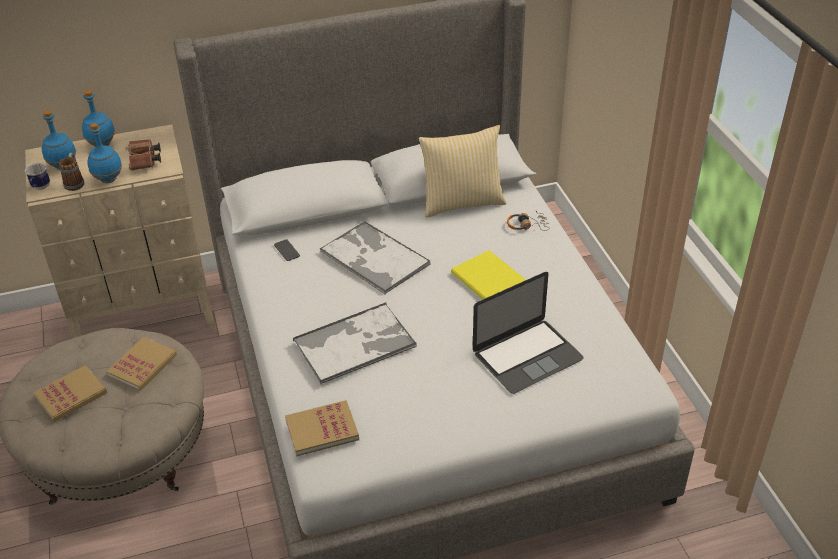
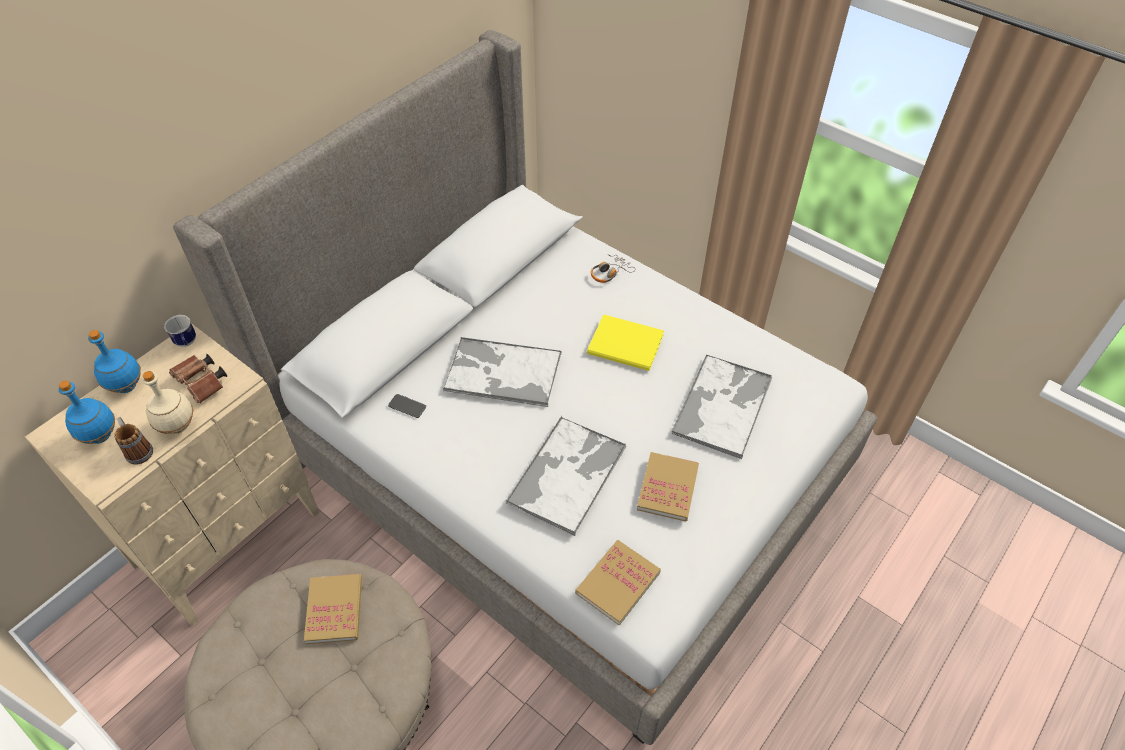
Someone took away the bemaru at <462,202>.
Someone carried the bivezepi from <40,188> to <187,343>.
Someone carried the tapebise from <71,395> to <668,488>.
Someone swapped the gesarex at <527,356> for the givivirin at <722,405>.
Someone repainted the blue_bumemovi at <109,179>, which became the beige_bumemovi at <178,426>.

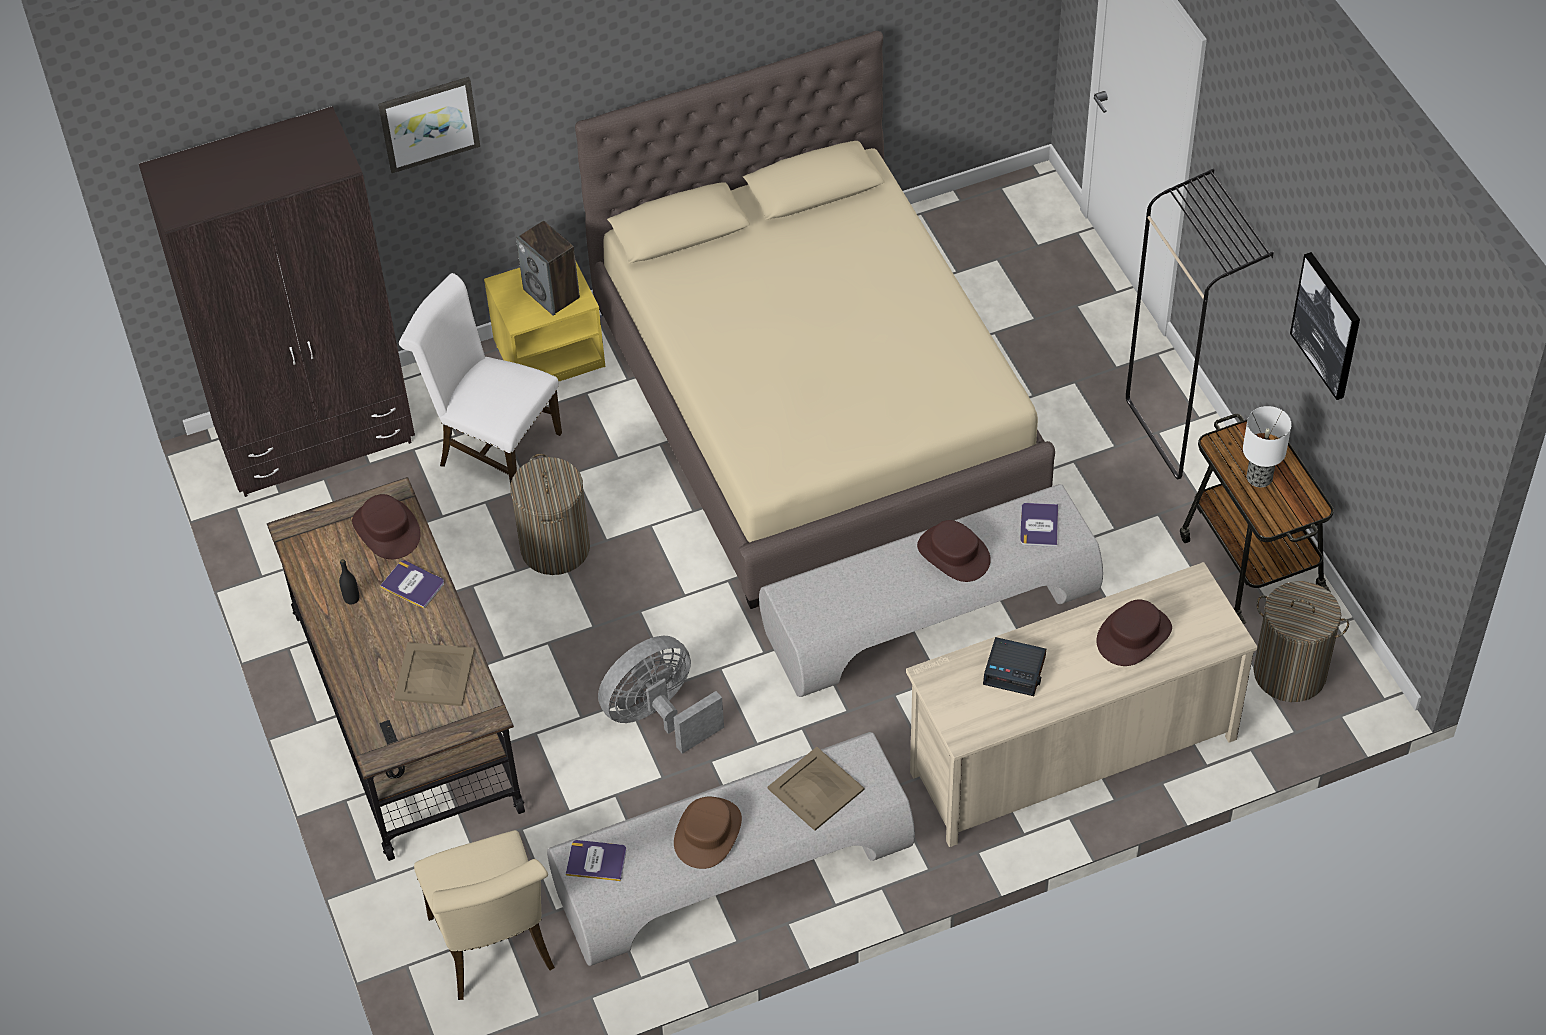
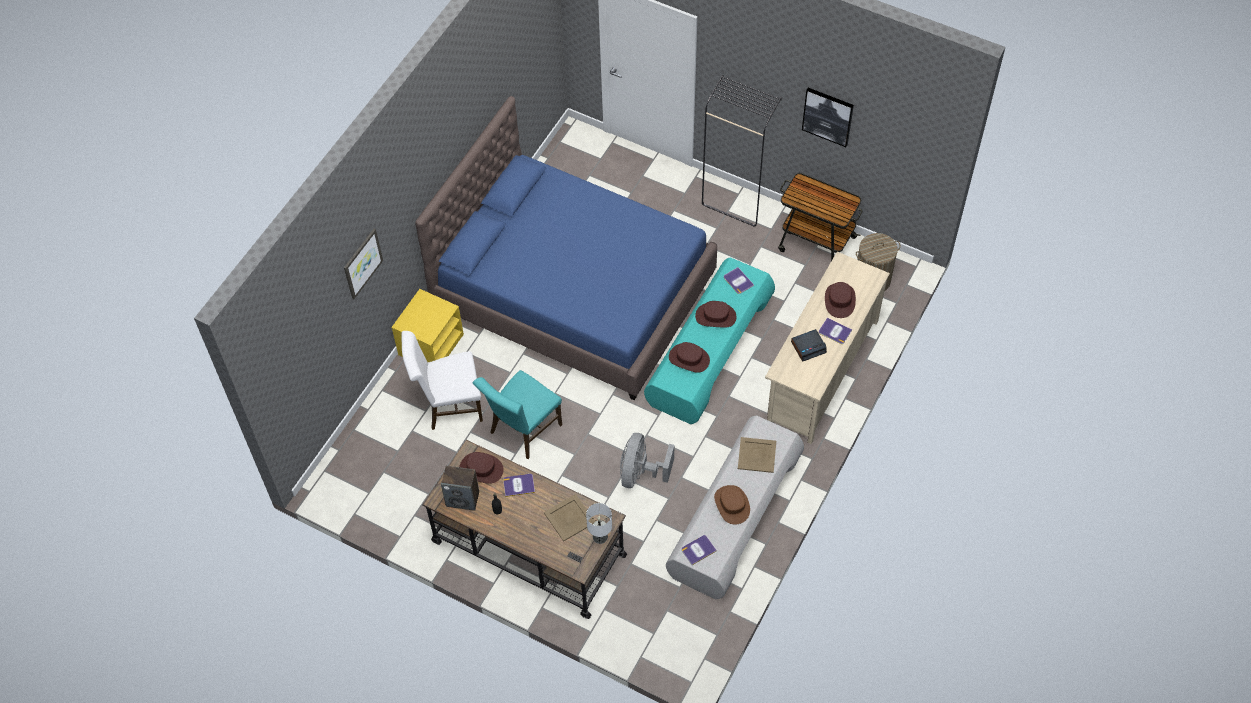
Someone took away the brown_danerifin at <317,438>.
Someone took away the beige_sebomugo at <495,949>.
Someone put down the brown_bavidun at <689,358>.
Someone put down the tapebise at <834,331>.
Someone carried the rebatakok from <552,294> to <463,499>.
Someone carried the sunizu from <1258,477> to <600,537>.
Someone swapped the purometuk at <555,548> for the turquoise_sebomugo at <522,431>.
Someone repainted the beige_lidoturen at <816,404>, which became the blue_lidoturen at <574,291>.
Someone repainted the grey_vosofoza at <930,612>, which became the turquoise_vosofoza at <709,350>.

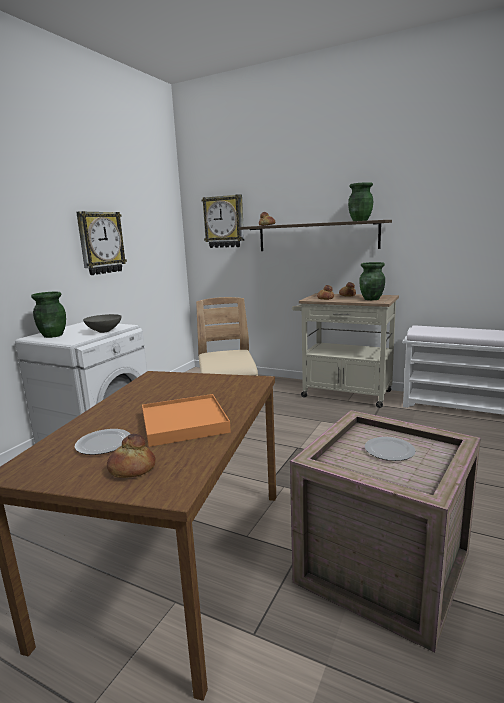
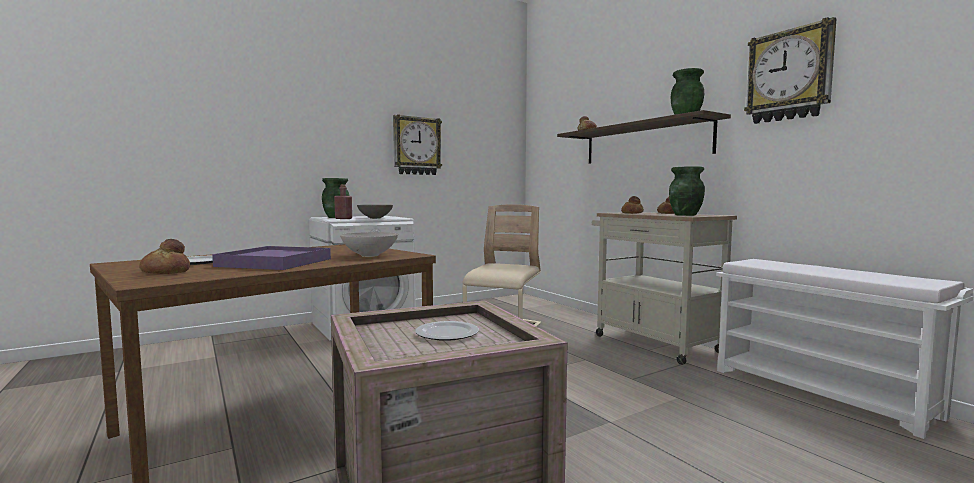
Someone put down the red_bumemovi at <343,218>.
Someone put down the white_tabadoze at <369,255>.
Someone carried the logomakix from <224,222> to <789,75>.
Someone repainted the orange_givivirin at <184,423>, which became the purple_givivirin at <275,262>.

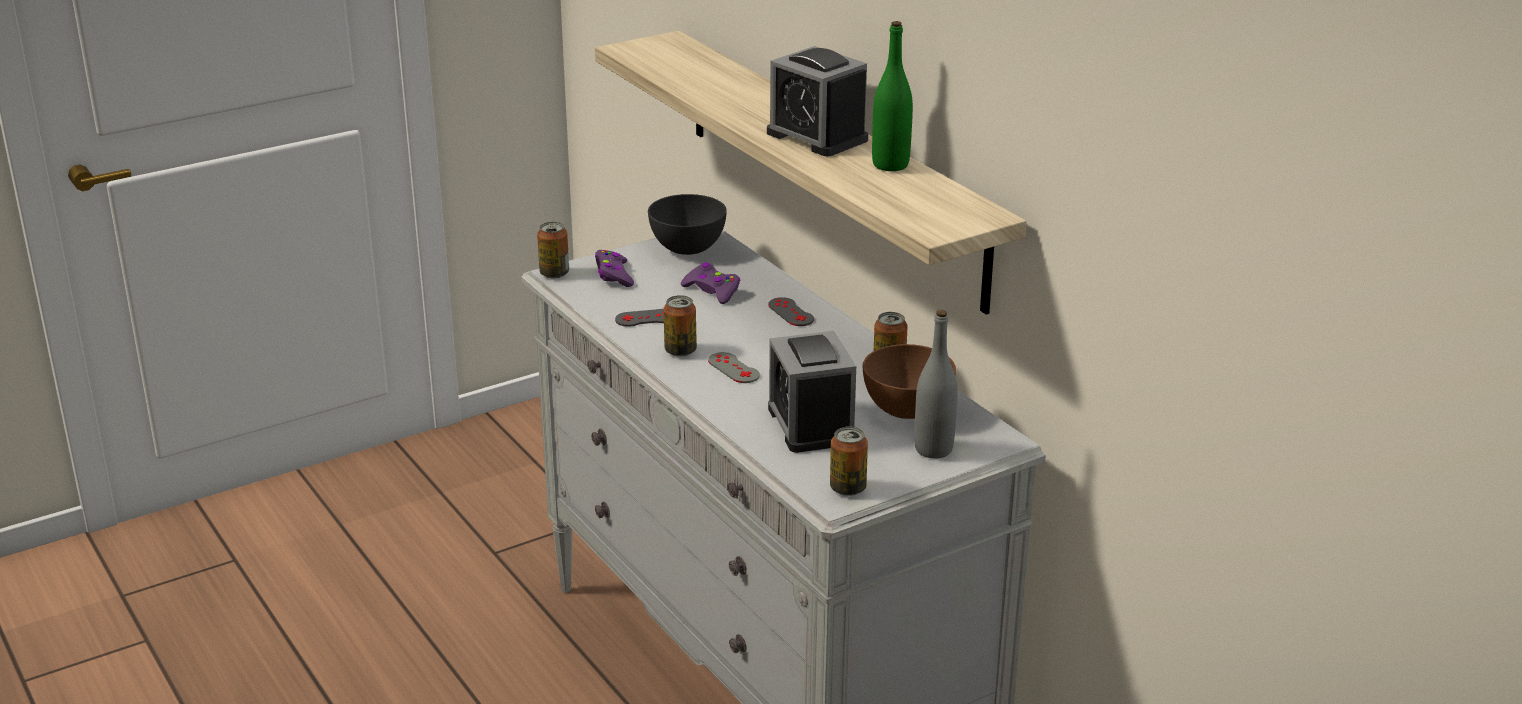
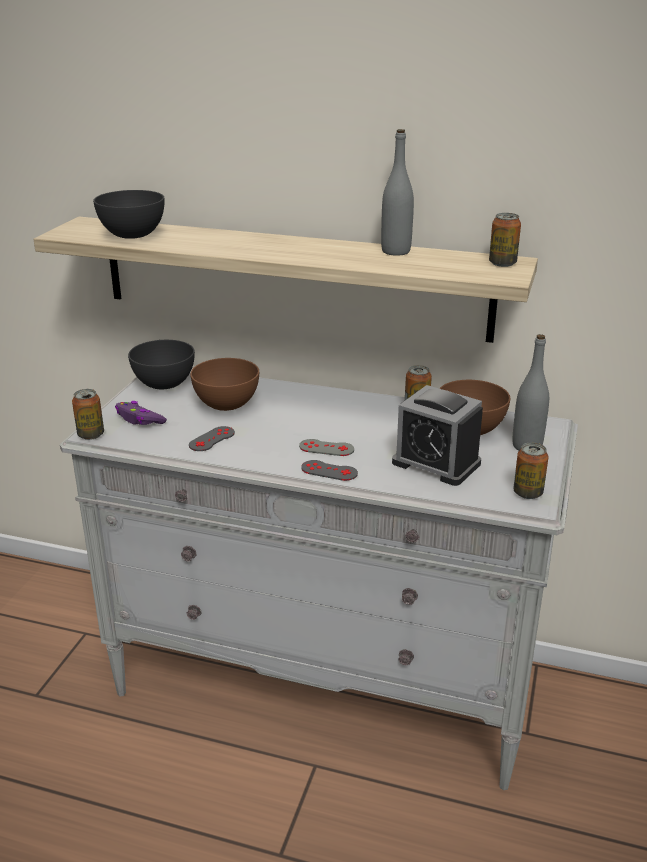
Someone took away the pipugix at <817,136>.
Someone put down the grey_tabadoze at <132,235>.
Someone carried the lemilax from <680,351> to <502,263>.
Someone carried the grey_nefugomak from <791,312> to <329,471>.
Someone swapped the purple_nefugomak at <712,290> for the brown_tabadoze at <227,404>.
Someone repainted the green_bumemovi at <890,165>, which became the grey_bumemovi at <395,251>.

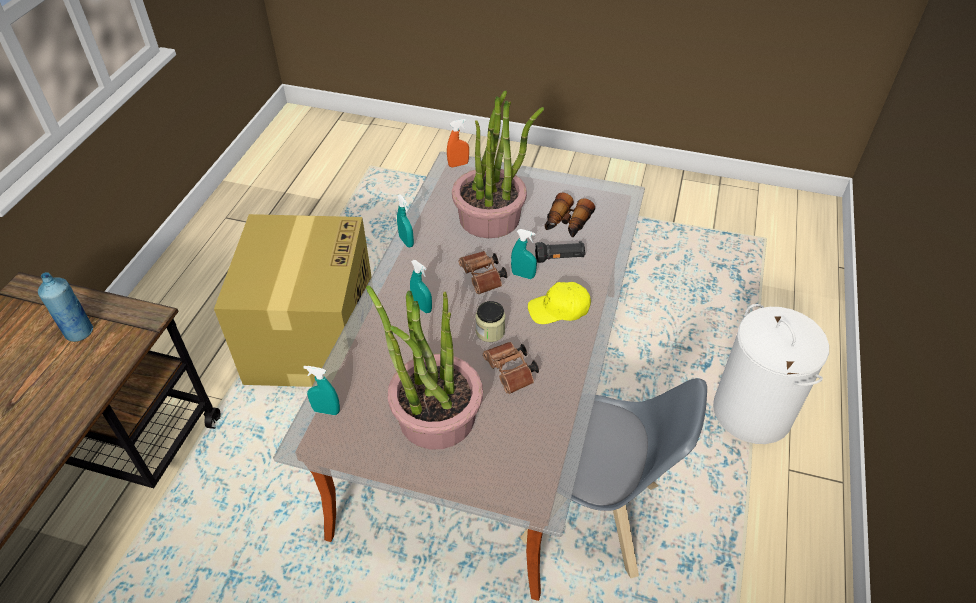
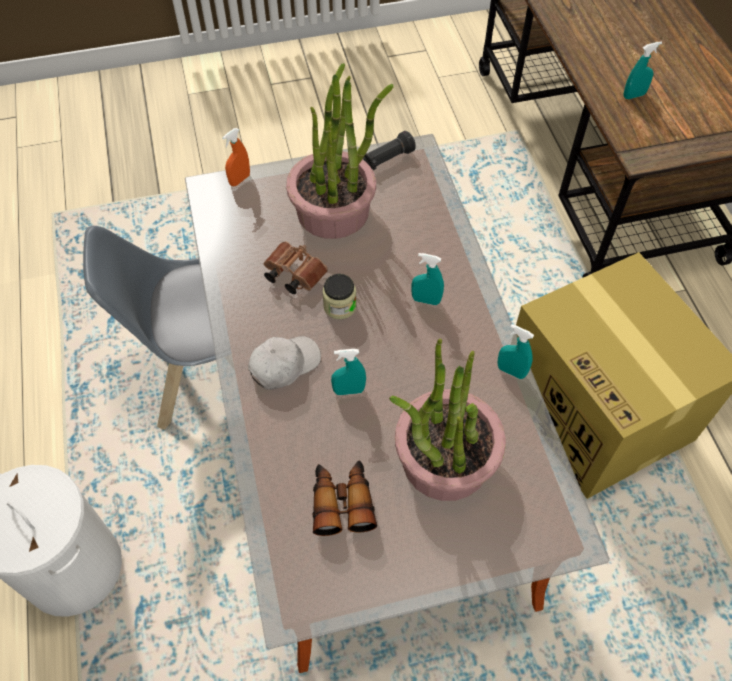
Someone took away the blue_bumemovi at <79,332>.
Someone took away the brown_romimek at <483,279>.
Someone carried the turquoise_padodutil from <326,411> to <634,95>.
Someone carried the orange_padodutil from <458,164> to <239,180>.
Someone carried the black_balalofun from <559,258> to <388,159>.
Someone repainted the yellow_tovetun at <559,309>, which became the white_tovetun at <284,365>.

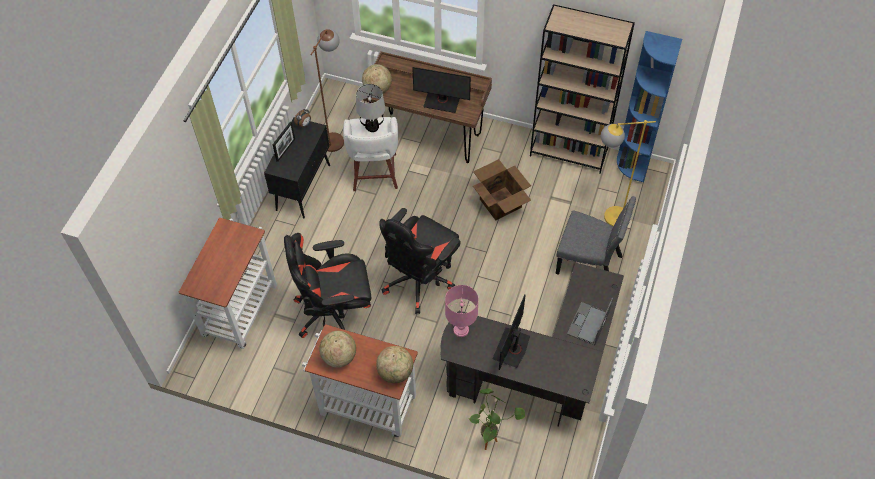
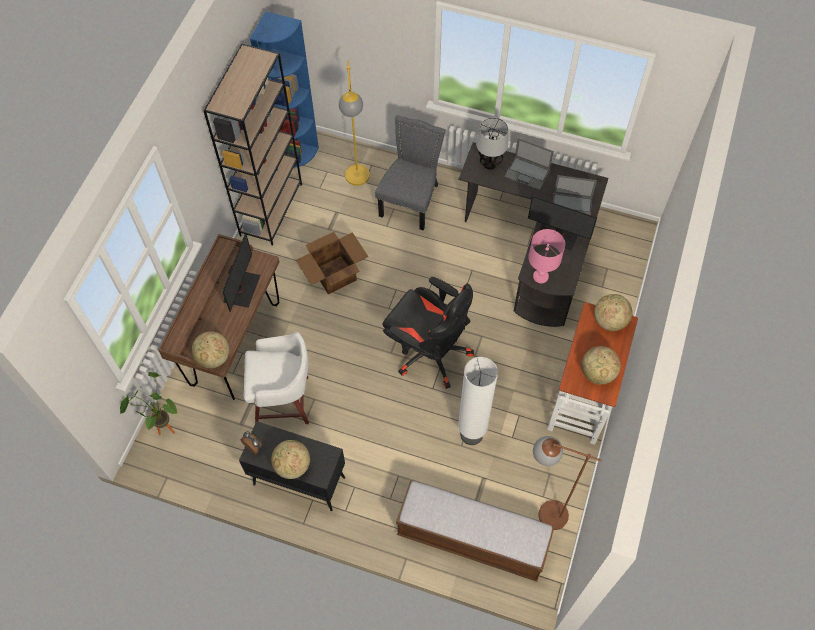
Someone put down the gesarex at <572,207>.
Someone carried the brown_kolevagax from <335,136> to <542,511>.
Someone carried the sunizu from <372,127> to <490,164>.
Someone carried the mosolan from <490,438> to <163,427>.
Someone swapped the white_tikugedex at <241,310> for the vosofoza at <471,539>.
Someone swapped the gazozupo at <285,150> for the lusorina at <292,465>.
Someone swapped the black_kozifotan at <336,311> for the white_kolevagax at <471,434>.

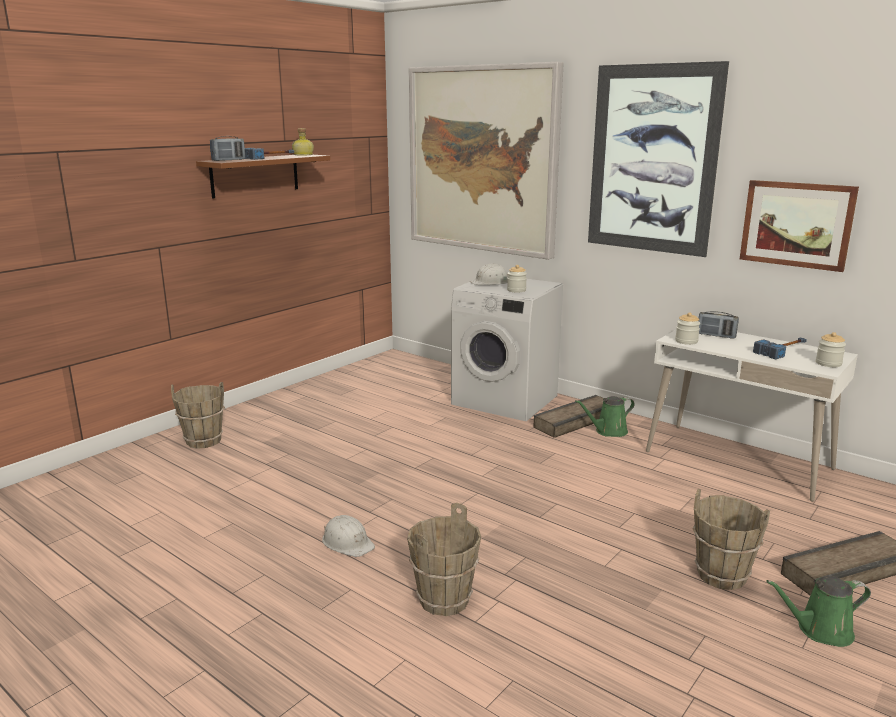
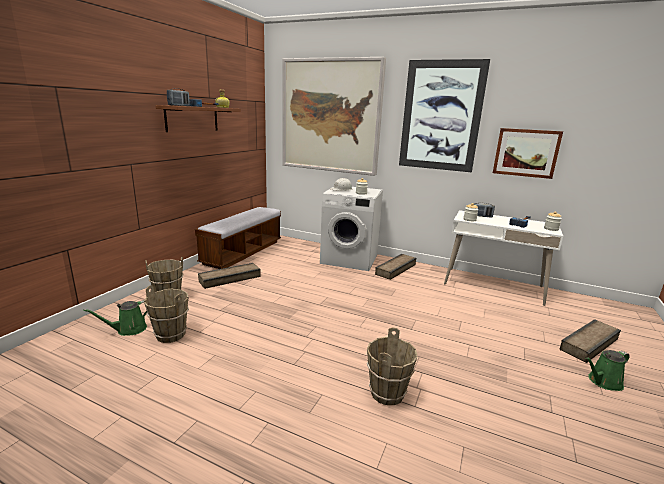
Someone took away the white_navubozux at <347,542>.
Someone put down the vosofoza at <243,252>.
Someone put down the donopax at <230,279>.
Someone carried the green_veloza from <608,431> to <129,330>.
Someone carried the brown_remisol from <721,575> to <171,334>.

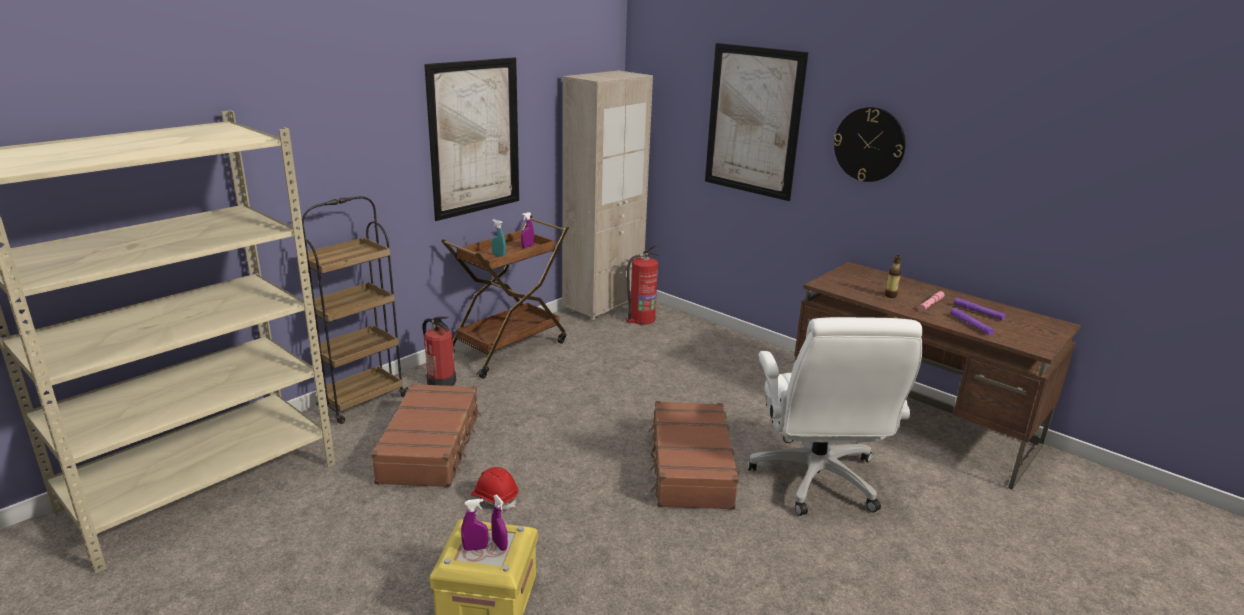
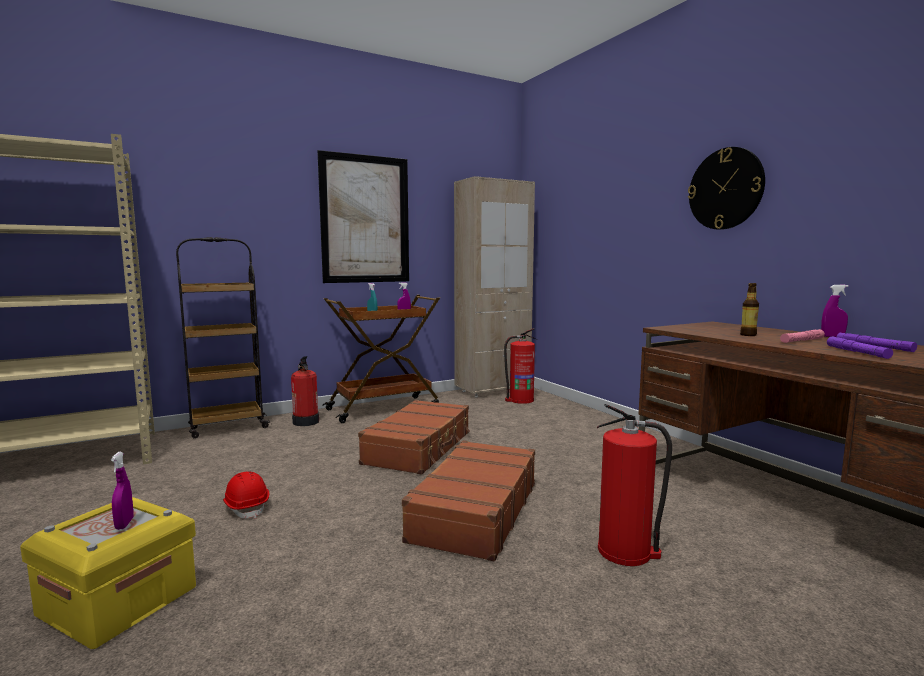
Someone took away the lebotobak at <753,121>.
Someone carried the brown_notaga from <431,446> to <419,448>.
Someone carried the purple_padodutil from <475,548> to <832,336>.
Someone swapped the white_kozifotan at <817,483> for the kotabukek at <626,552>.

